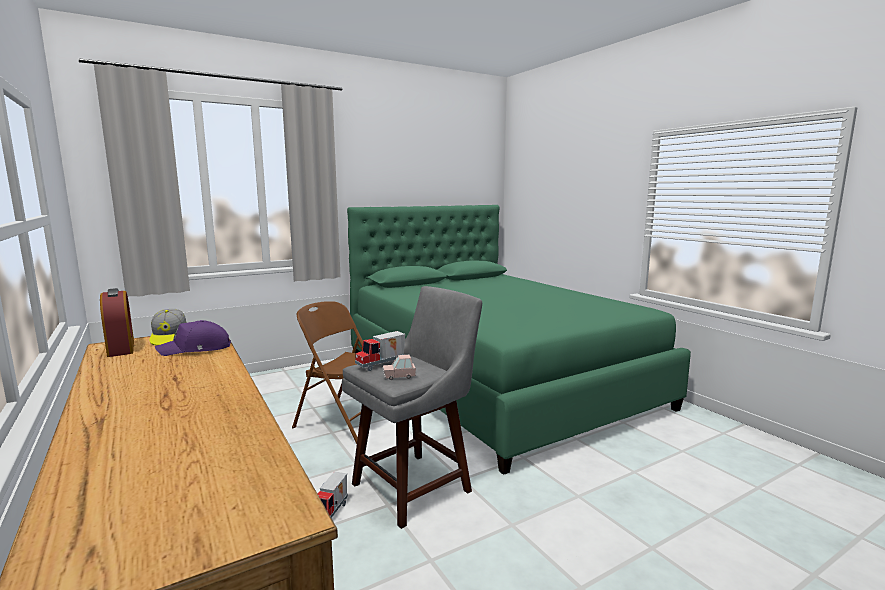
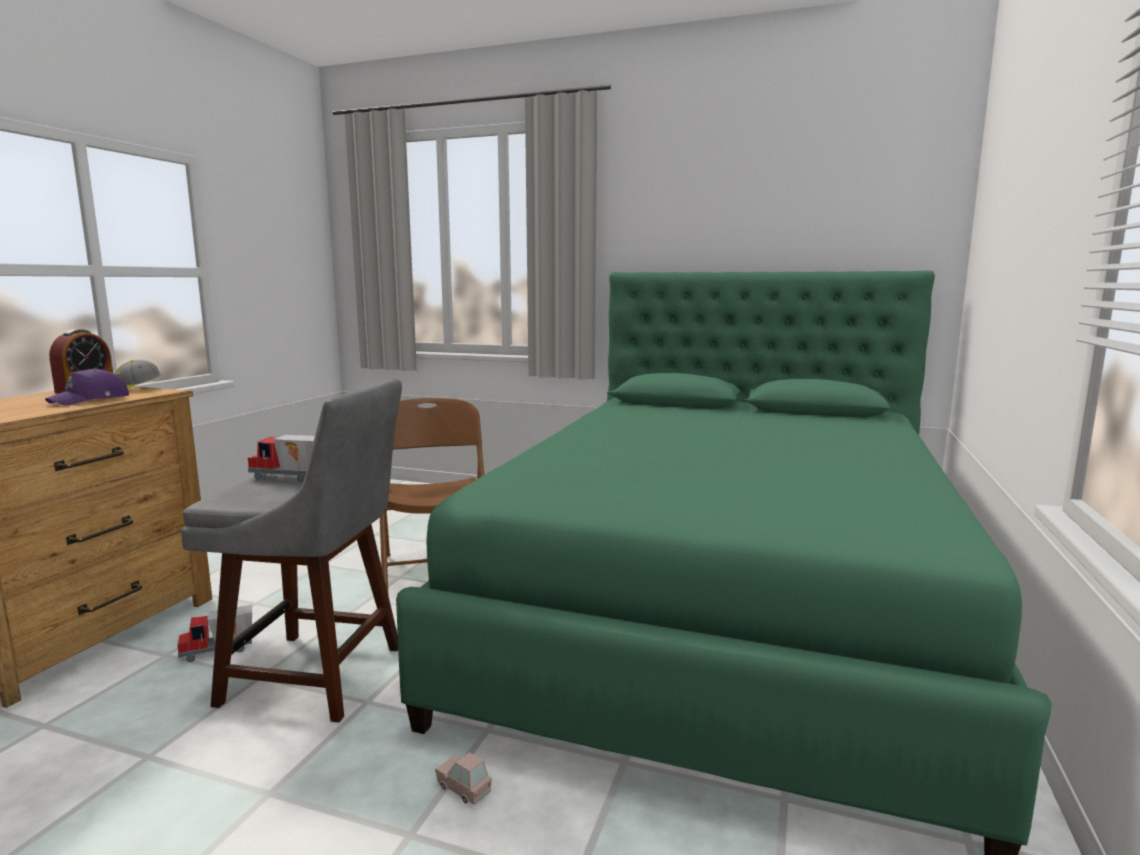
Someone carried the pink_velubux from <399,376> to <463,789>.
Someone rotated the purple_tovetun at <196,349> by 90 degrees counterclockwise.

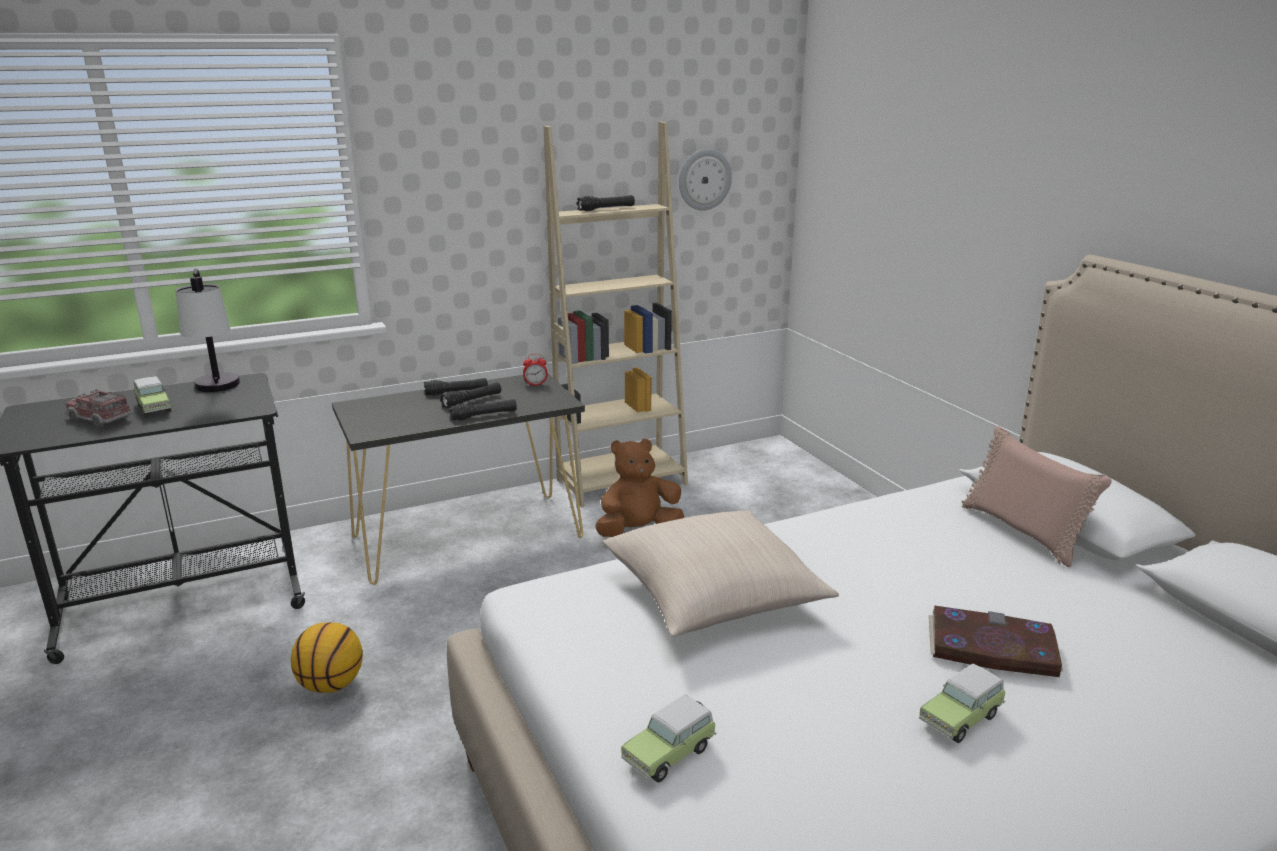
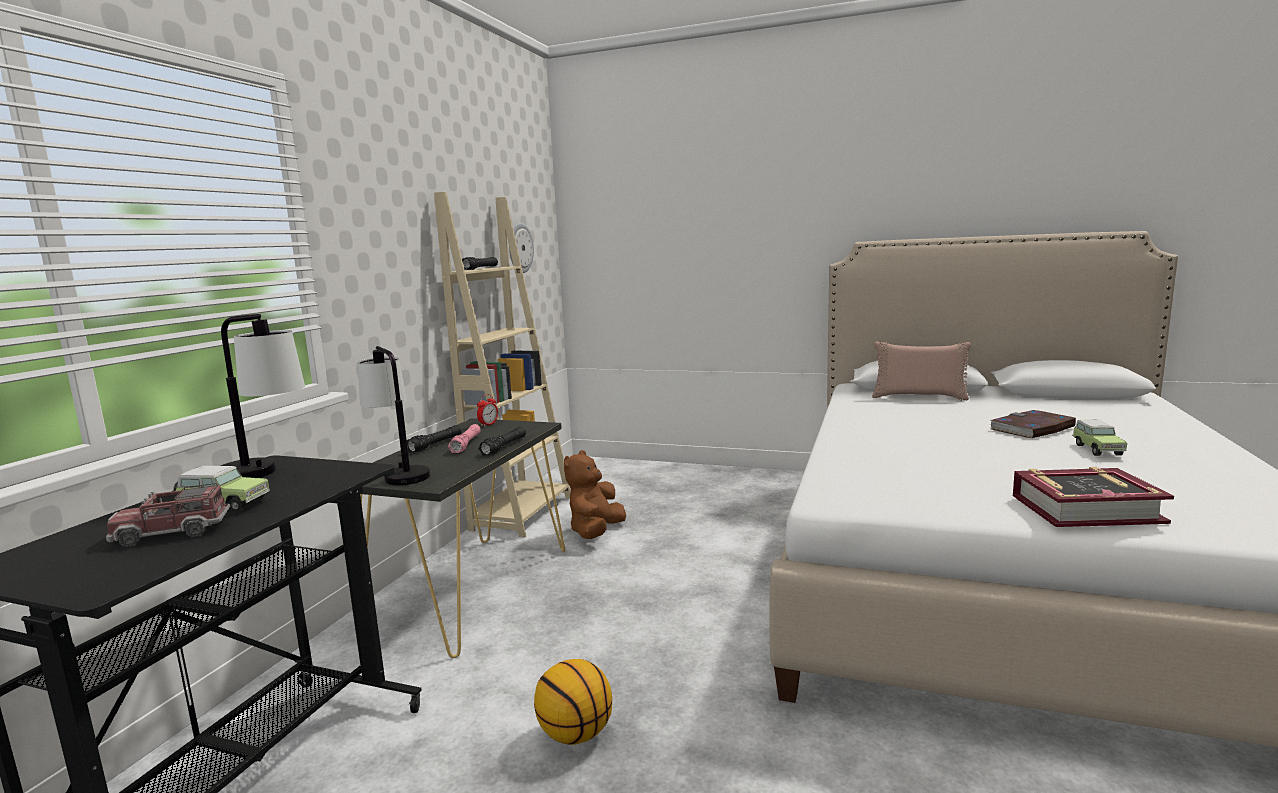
Someone took away the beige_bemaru at <714,595>.
Someone put down the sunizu at <398,473>.
Someone swapped the velubux at <671,753> for the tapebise at <1085,509>.
Someone repainted the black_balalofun at <472,401>, which became the pink_balalofun at <466,444>.

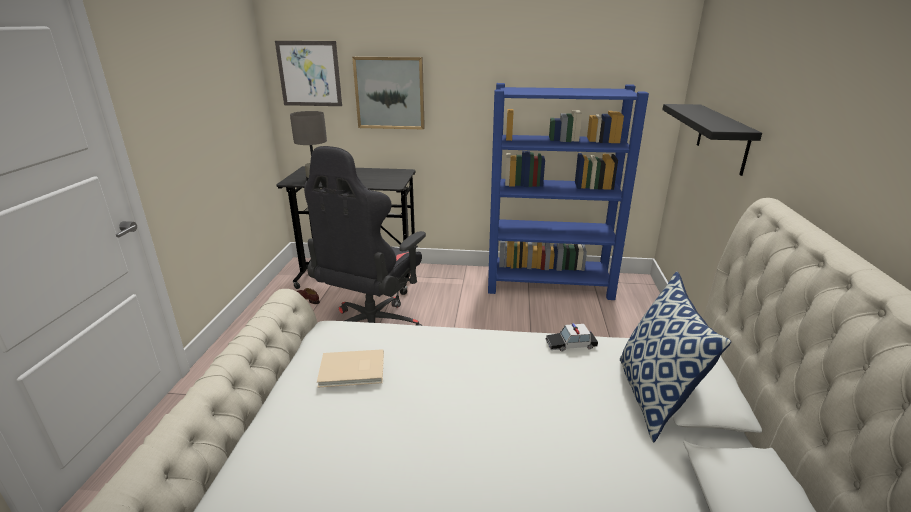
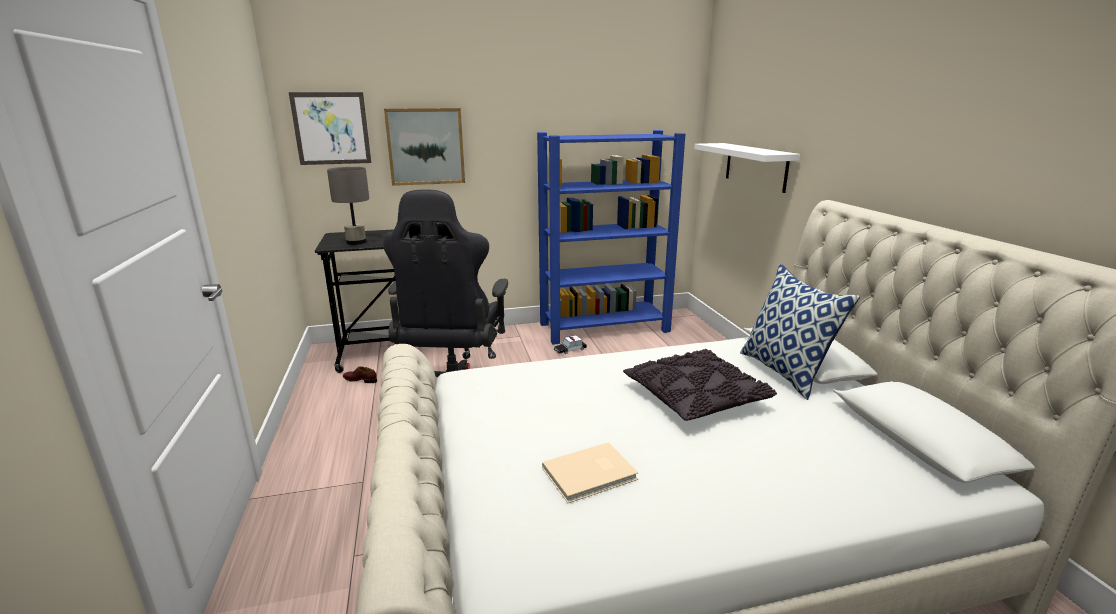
Someone put down the black_bemaru at <695,398>.
Someone carried the beige_tapebise from <353,371> to <591,475>.
Someone carried the velubux from <570,344> to <570,350>.
Someone repainted the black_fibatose at <722,138>, which became the white_fibatose at <755,166>.

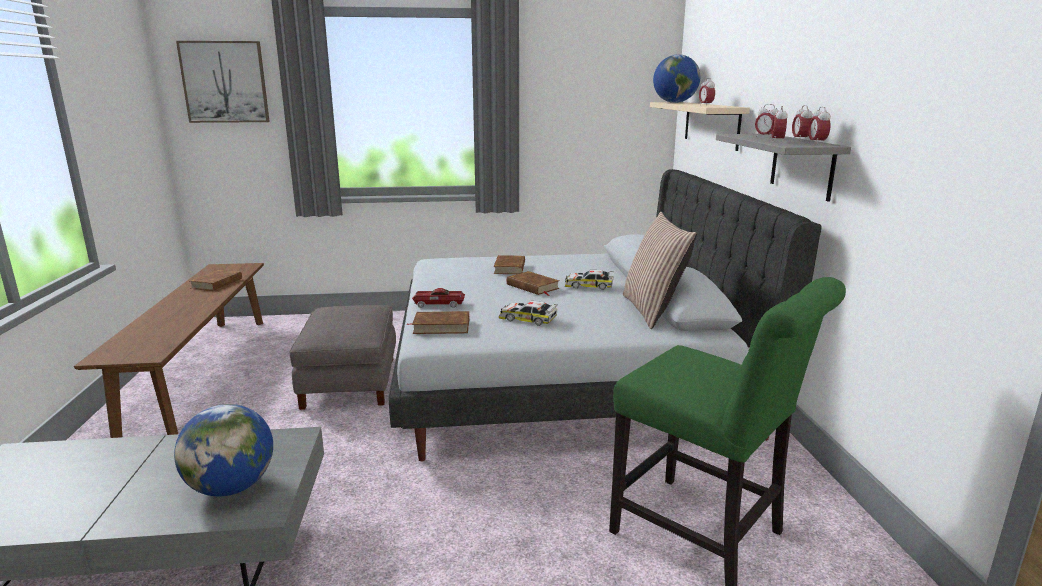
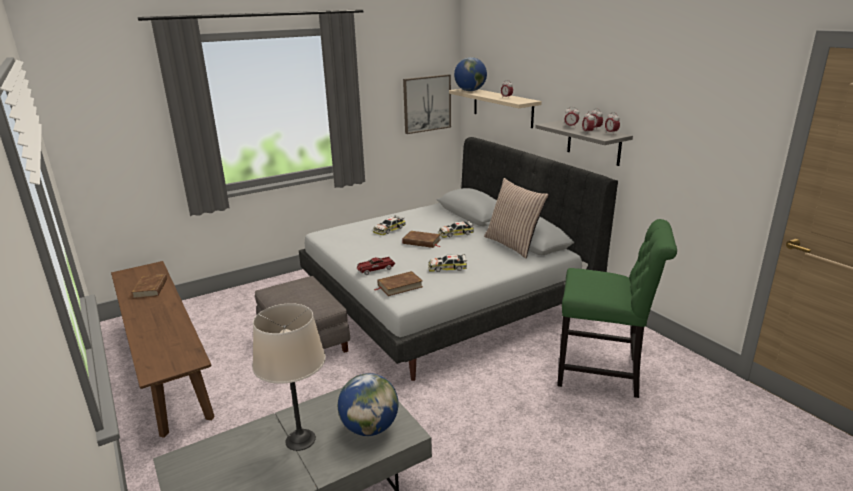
Someone put down the beige_sunizu at <300,439>.
Someone carried the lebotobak from <225,82> to <426,103>.
Someone swapped the brown_tapebise at <510,268> for the velubux at <389,229>.

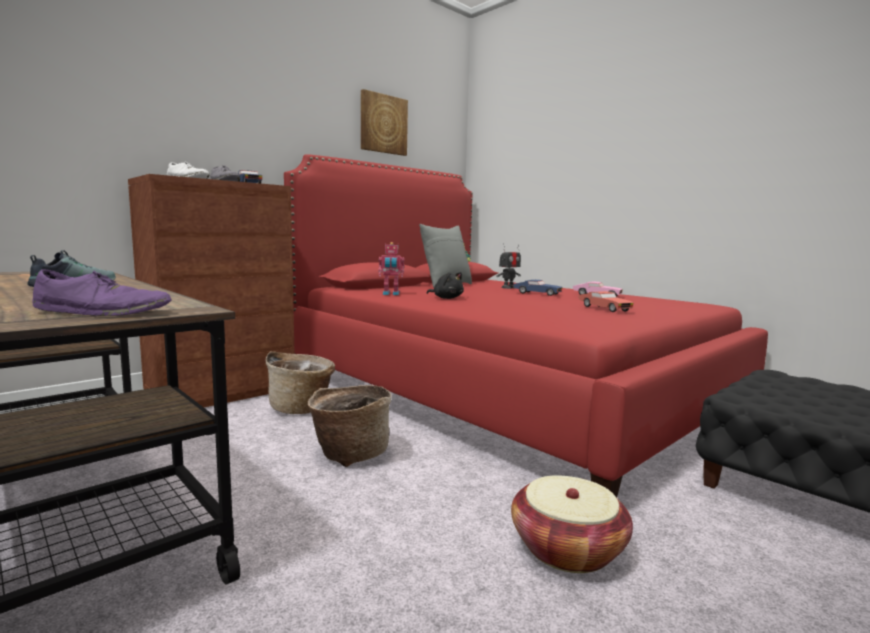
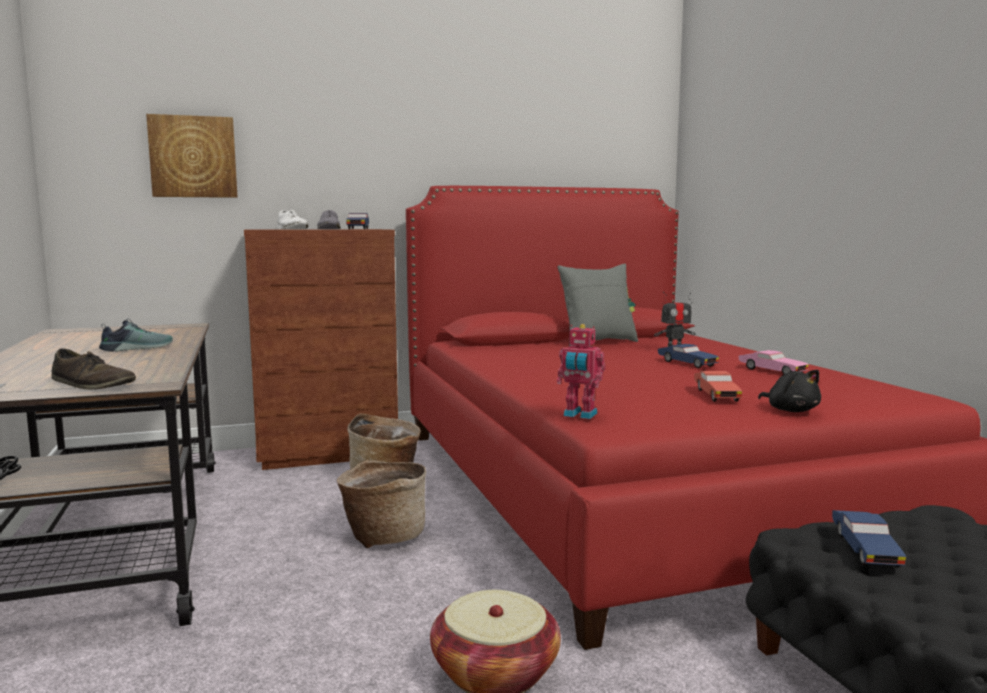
Someone put down the blue_velubux at <864,549>.
Someone carried the lebotobak from <383,124> to <193,157>.
Someone carried the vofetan from <391,294> to <579,415>.
Someone carried the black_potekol from <446,298> to <791,410>.
Someone repainted the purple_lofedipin at <103,312>, which became the brown_lofedipin at <92,384>.

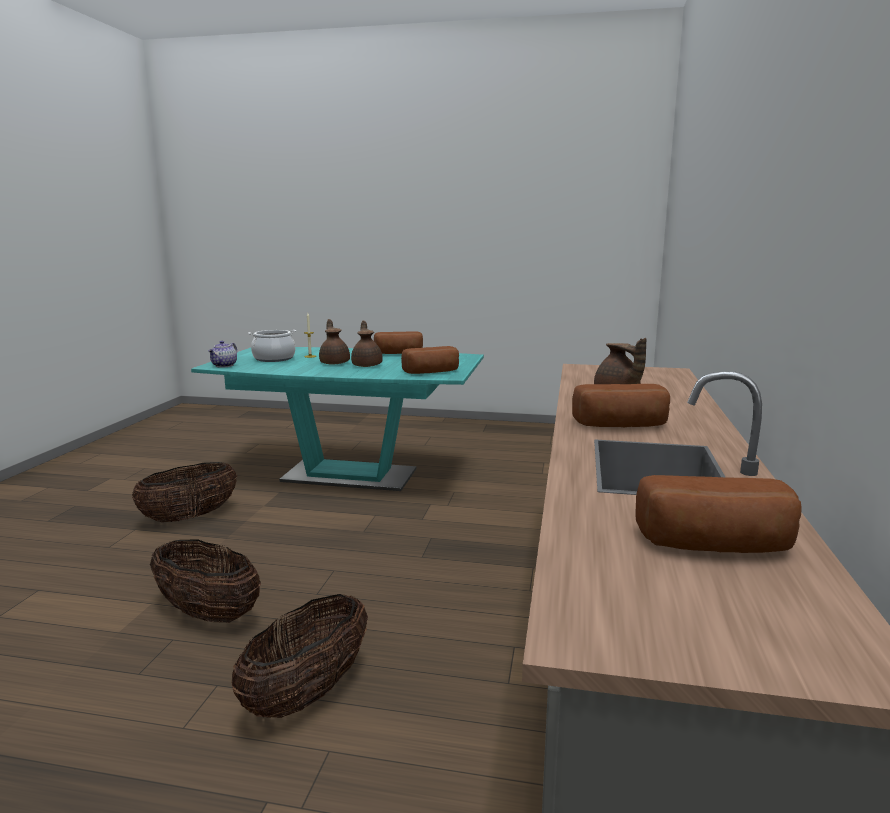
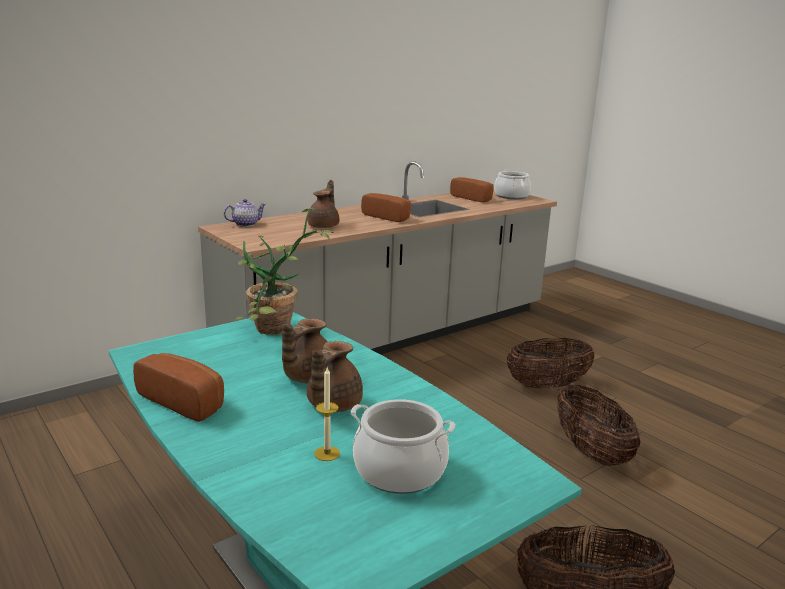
Someone put down the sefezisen at <511,196>.
Someone carried the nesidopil from <224,366> to <245,224>.
Someone swapped the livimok at <432,372> for the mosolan at <278,331>.

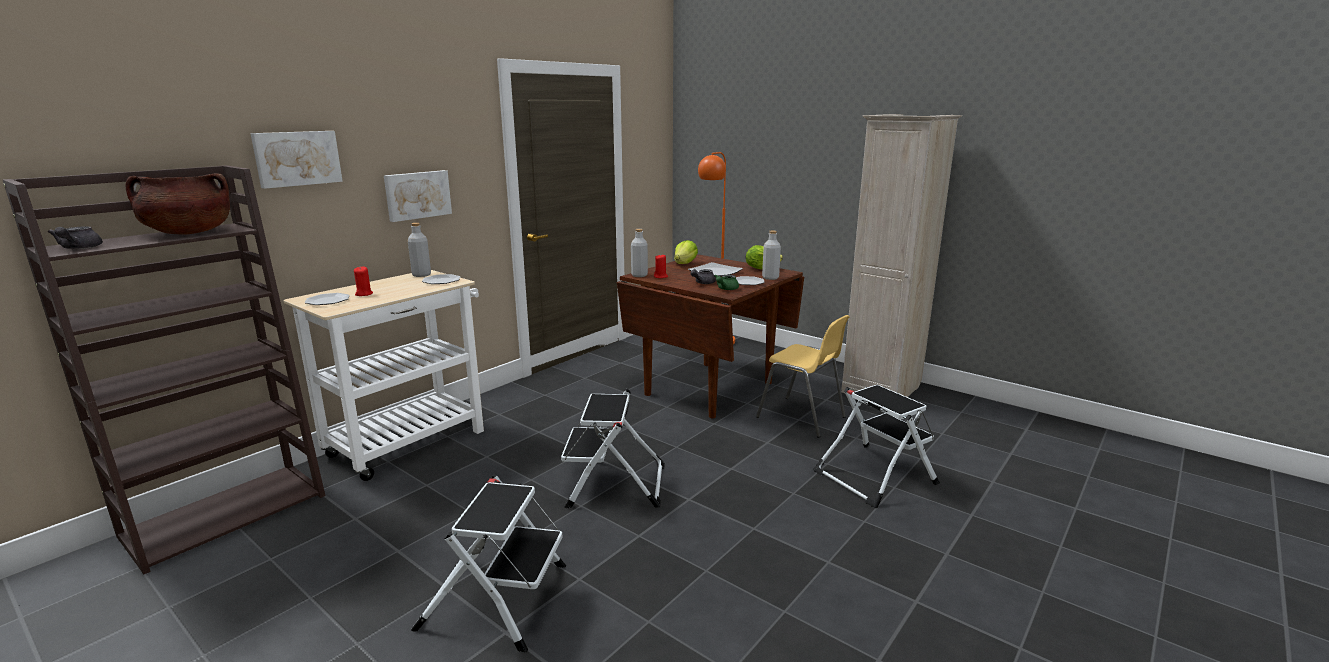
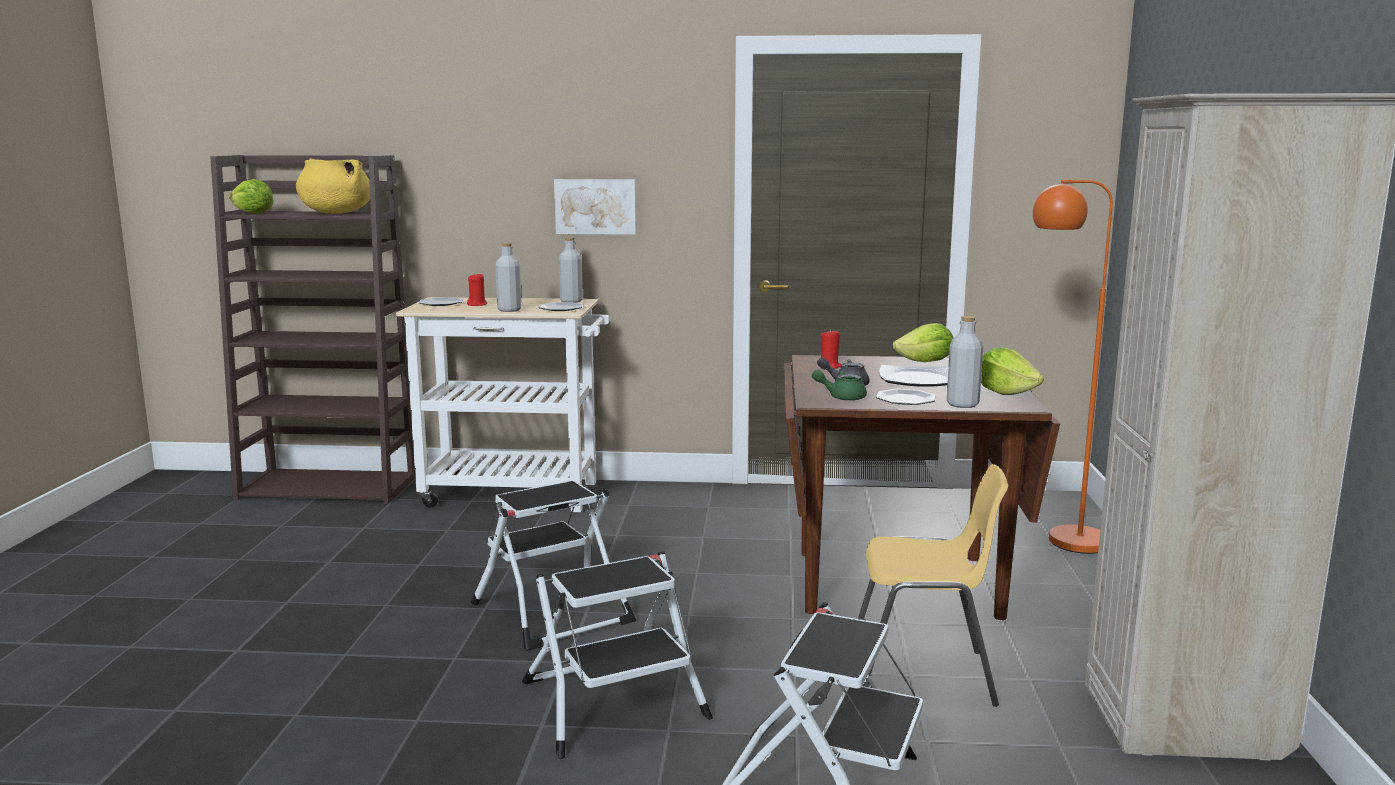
Someone took away the lebotobak at <297,158>.
Someone carried the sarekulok from <495,599> to <611,702>.
Someone carried the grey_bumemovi from <639,275> to <509,310>.
Someone swapped the grey_nesidopil at <78,248> for the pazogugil at <252,213>.
Someone repainted the brown_sefezisen at <188,233>, which became the yellow_sefezisen at <336,213>.
Someone rotated the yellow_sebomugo at <802,417> by 90 degrees counterclockwise.

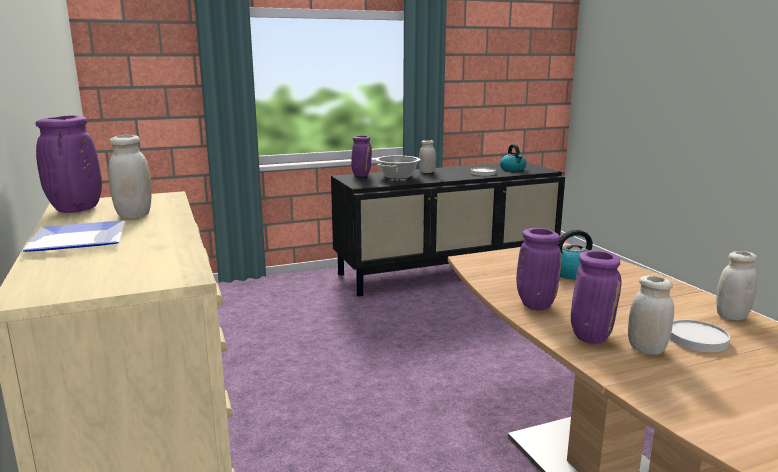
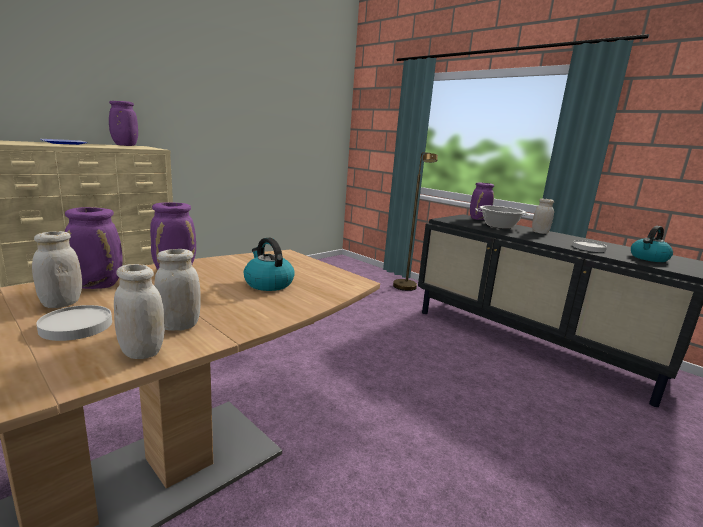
Someone put down the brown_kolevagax at <407,289>.
Someone carried the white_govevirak from <134,215> to <179,326>.

